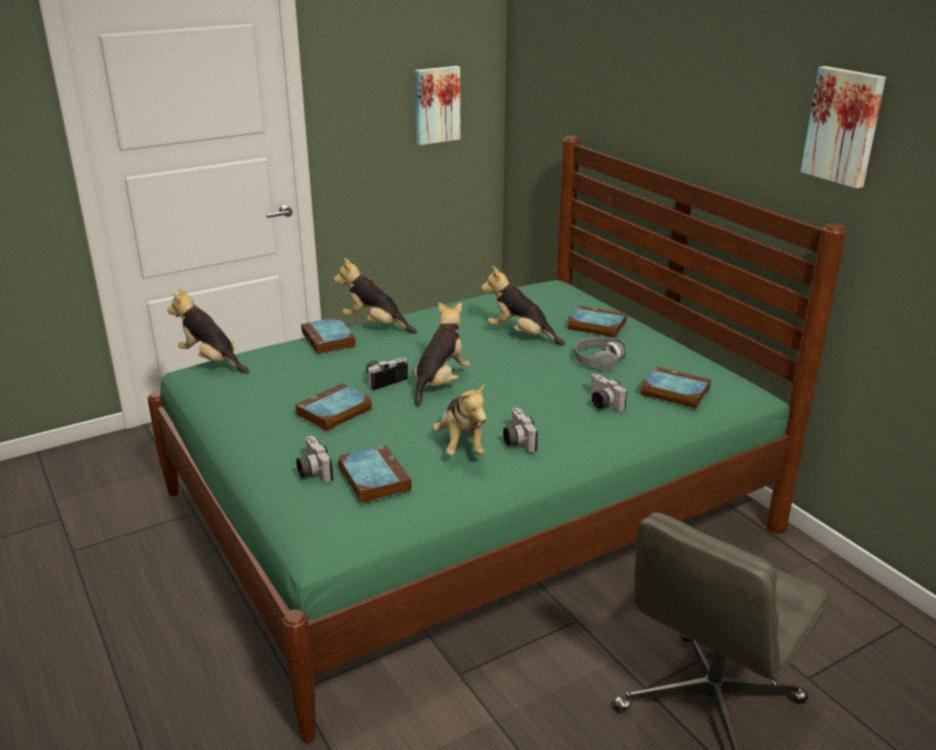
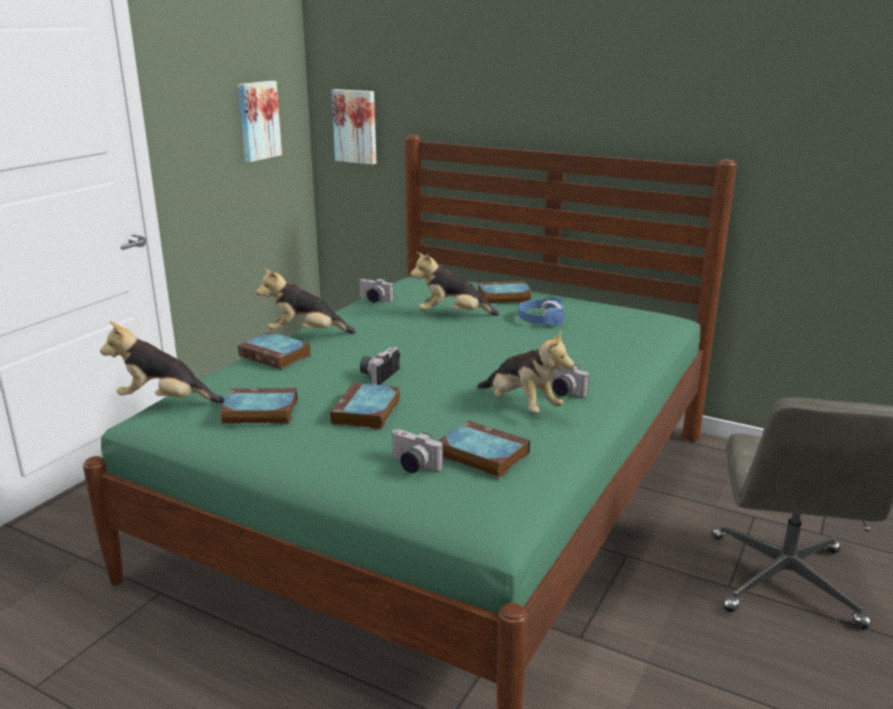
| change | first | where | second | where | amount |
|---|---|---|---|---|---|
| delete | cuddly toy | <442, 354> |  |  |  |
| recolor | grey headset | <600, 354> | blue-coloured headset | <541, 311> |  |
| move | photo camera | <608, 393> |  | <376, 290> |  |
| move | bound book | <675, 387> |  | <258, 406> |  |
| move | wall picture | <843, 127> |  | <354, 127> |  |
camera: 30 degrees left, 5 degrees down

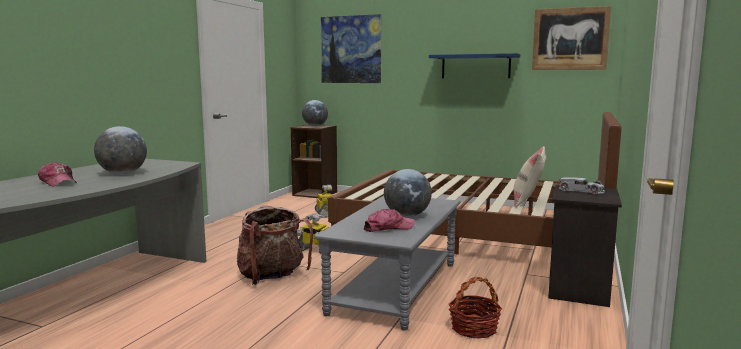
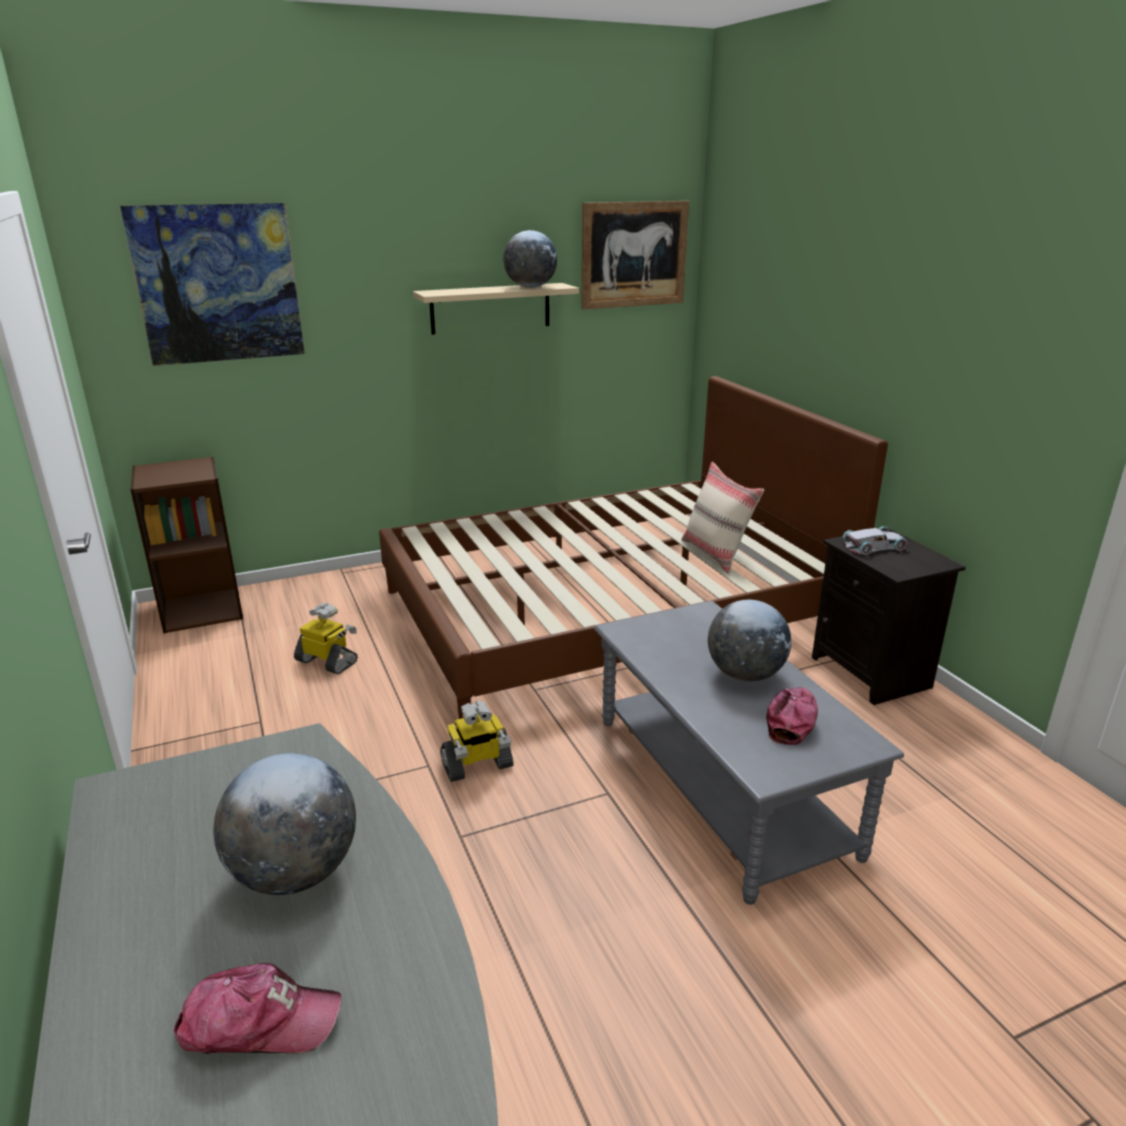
| change | first | where | second | where | amount |
|---|---|---|---|---|---|
| delete | rucksack | <275, 245> |  |  |  |
| move | desk globe | <315, 113> |  | <530, 259> |  |
| recolor | blue-coloured shelf | <474, 65> | sand-coloured shelf | <496, 309> |  |
| delete | basket | <475, 308> |  |  |  |
camera: 45 degrees left, 15 degrees up

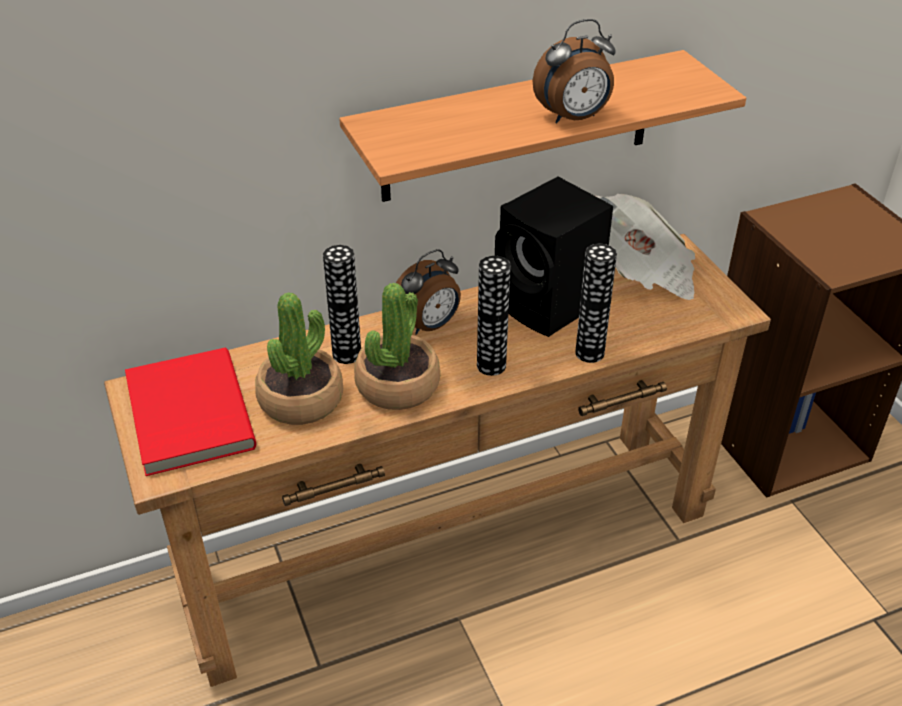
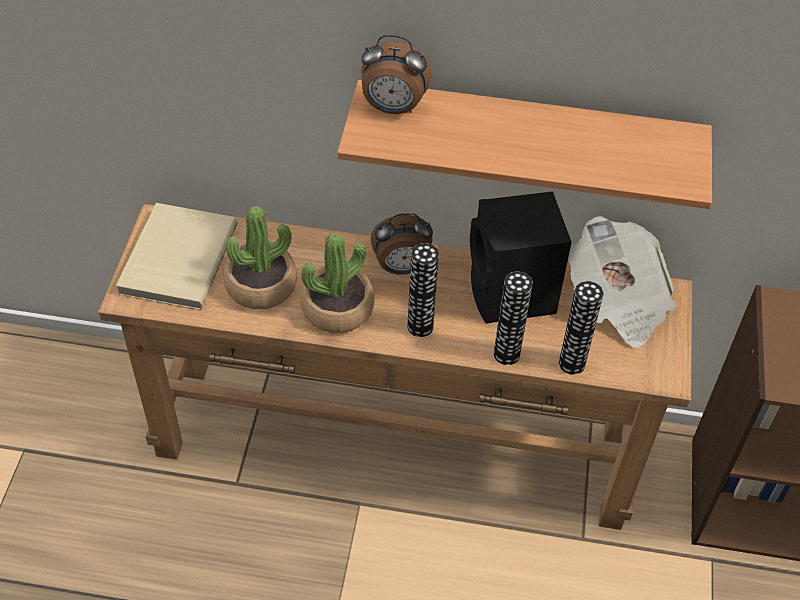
| change | first | where | second | where | amount |
|---|---|---|---|---|---|
| recolor | red-coloured bound book | <190, 412> | sand-coloured bound book | <176, 256> |  |
| move | flower vase | <342, 304> |  | <581, 328> |  |
| move | bedside clock | <574, 71> |  | <396, 74> |  |
camera: 30 degrees right, 10 degrees up

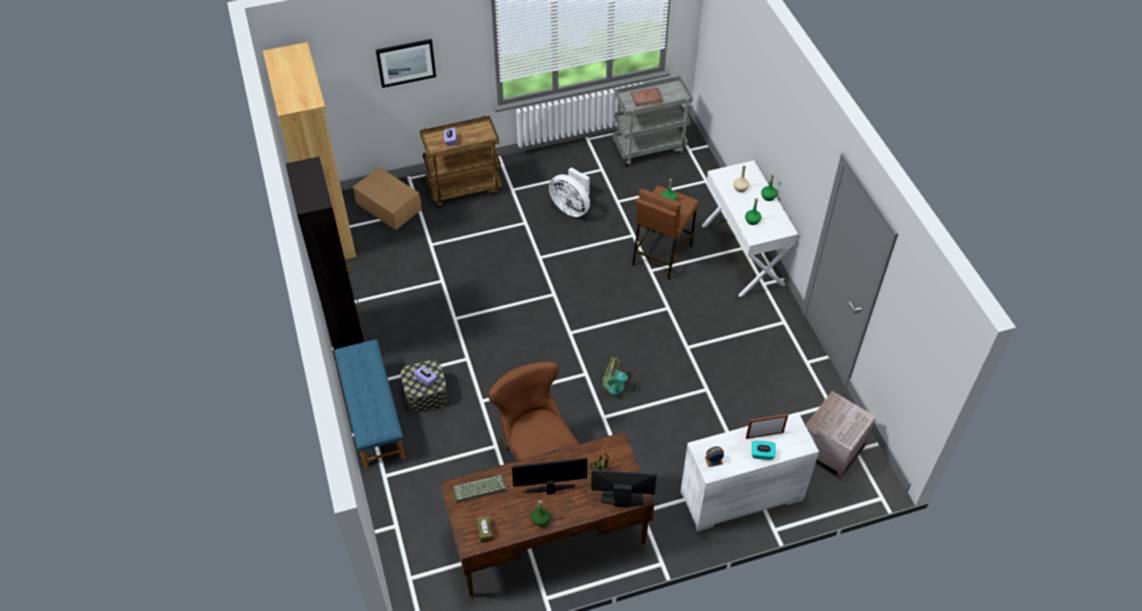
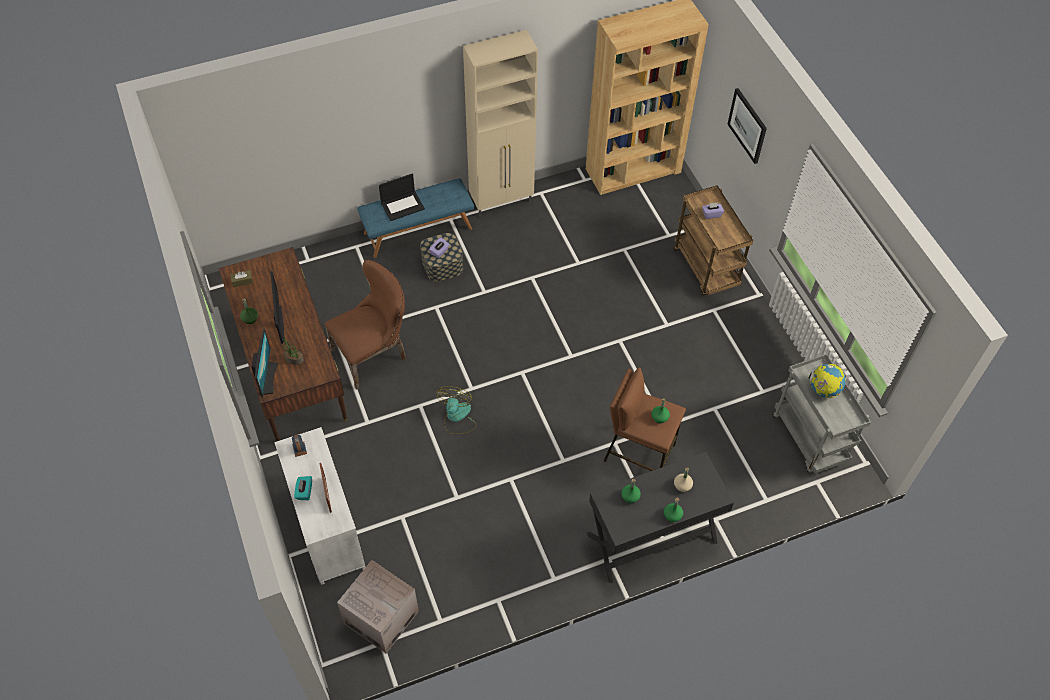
| change | first | where | second | where | amount |
|---|---|---|---|---|---|
| recolor | blackish storage cabinet | <325, 253> | sand-coloured storage cabinet | <500, 123> |  |
| delete | carton | <387, 198> |  |  |  |
| delete | PC keyboard | <479, 489> |  |  |  |
| delete | white-coloured cooling fan | <569, 192> |  |  |  |
| replace | brown-coloured bound book | <647, 97> | desk globe | <827, 381> |  |
| recolor | white-coloured desk | <750, 228> | blackish desk | <660, 517> |  |
| insert |  |  | portable computer | <402, 197> |  |
camera: 85 degrees right, 5 degrees up

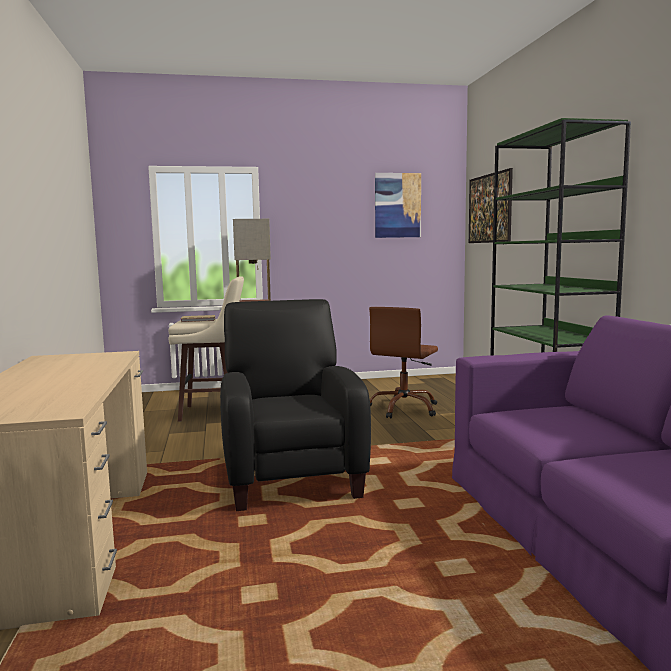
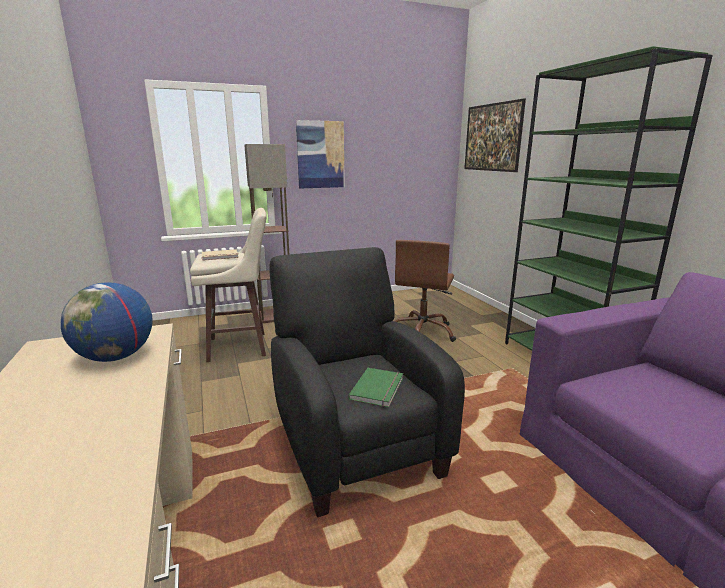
| change | first | where | second | where | amount |
|---|---|---|---|---|---|
| move | wall picture | <398, 205> |  | <320, 154> |  |
| insert |  |  | desk globe | <107, 322> |  |
| insert |  |  | green-coloured bound book | <375, 387> |  |
camera: 10 degrees left, 10 degrees up

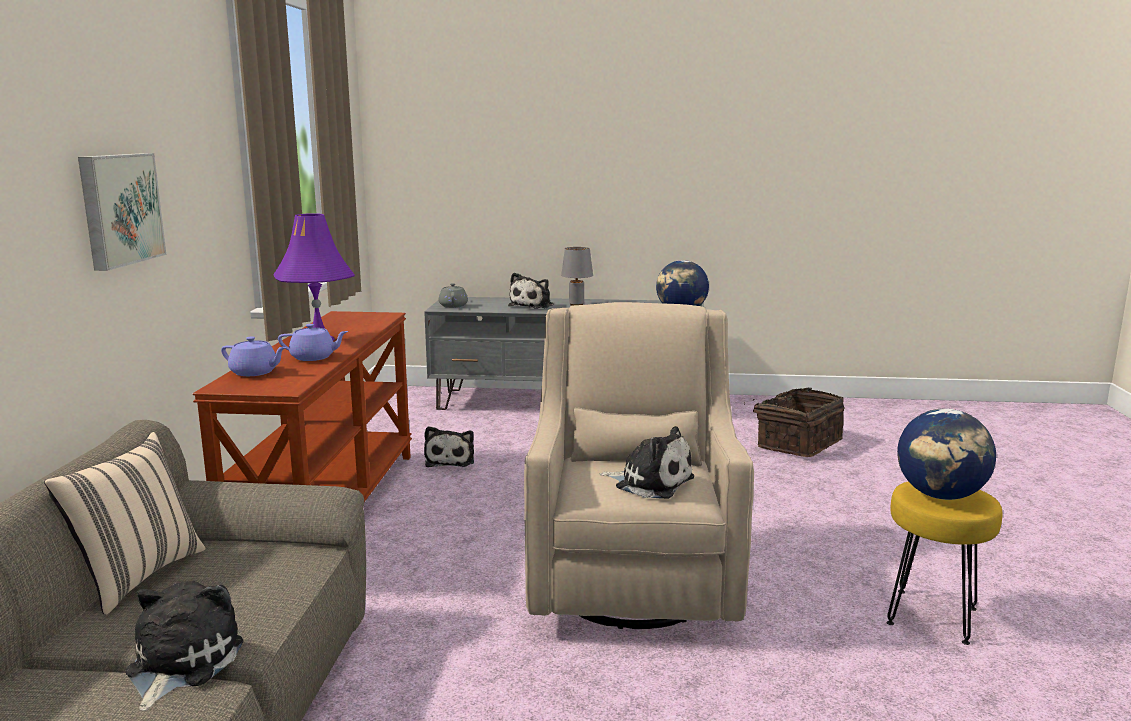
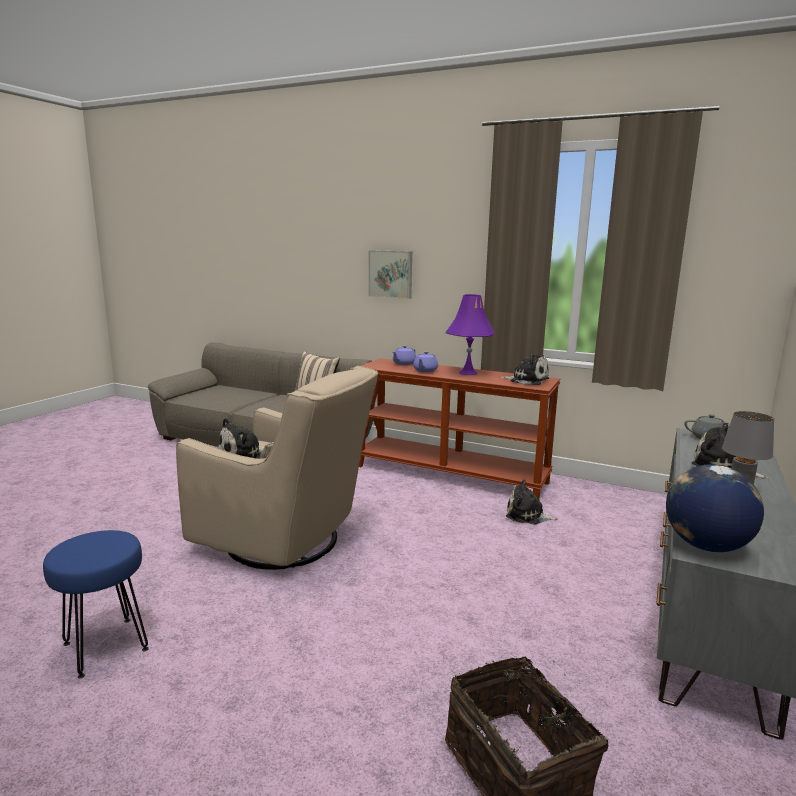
| change | first | where | second | where | amount |
|---|---|---|---|---|---|
| move | cuddly toy | <184, 646> |  | <524, 369> |  |
| recolor | yellowish stool | <944, 563> | blue-coloured stool | <96, 604> |  |
| delete | desk globe | <946, 454> |  |  |  |
camera: 110 degrees right, 0 degrees up

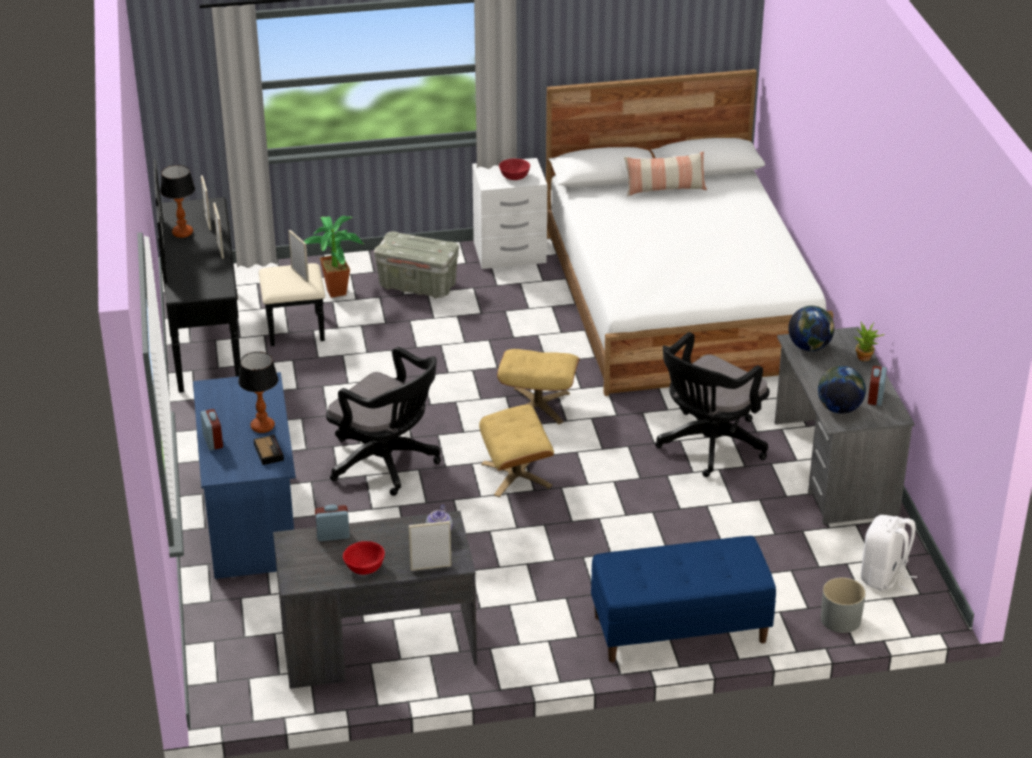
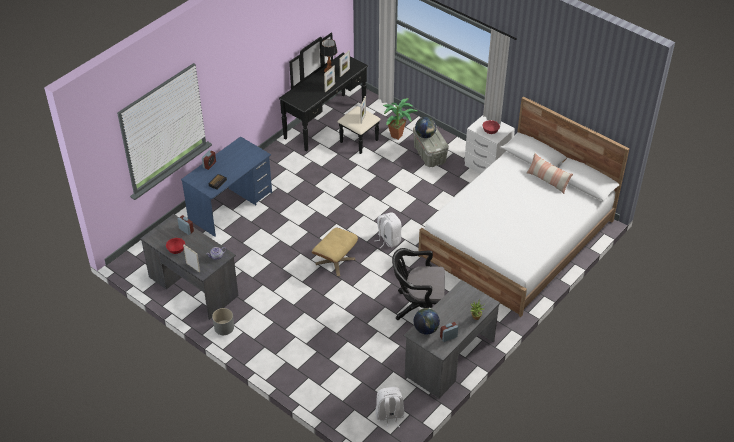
| change | first | where | second | where | amount |
|---|---|---|---|---|---|
| delete | table lamp | <258, 392> |  |  |  |
| delete | blackish computer chair | <383, 421> |  |  |  |
| replace | sand-coloured footrest | <538, 386> | white-coloured rucksack | <388, 230> |  |
| delete | blue-coloured indoor bench | <683, 599> |  |  |  |
| move | desk globe | <811, 328> |  | <425, 127> |  |
| move | grey planter | <843, 605> |  | <223, 321> |  |
camera: 50 degrees right, 10 degrees up

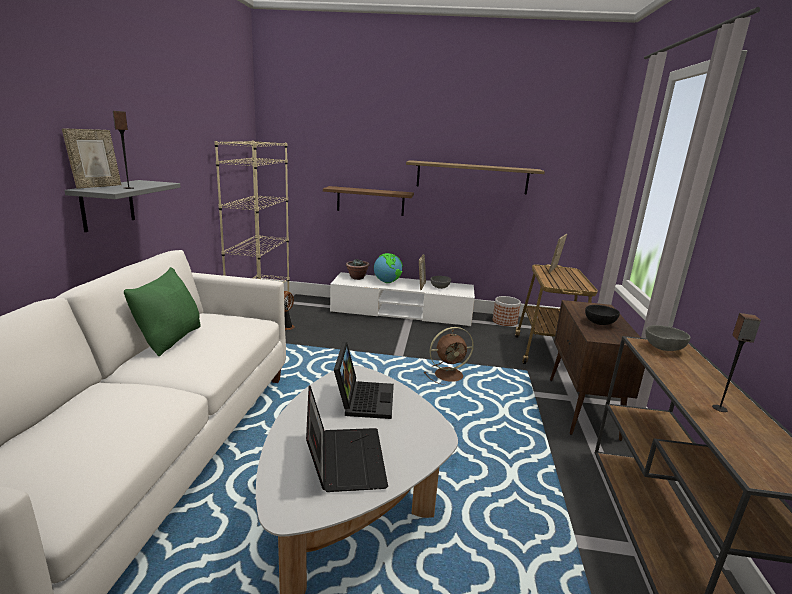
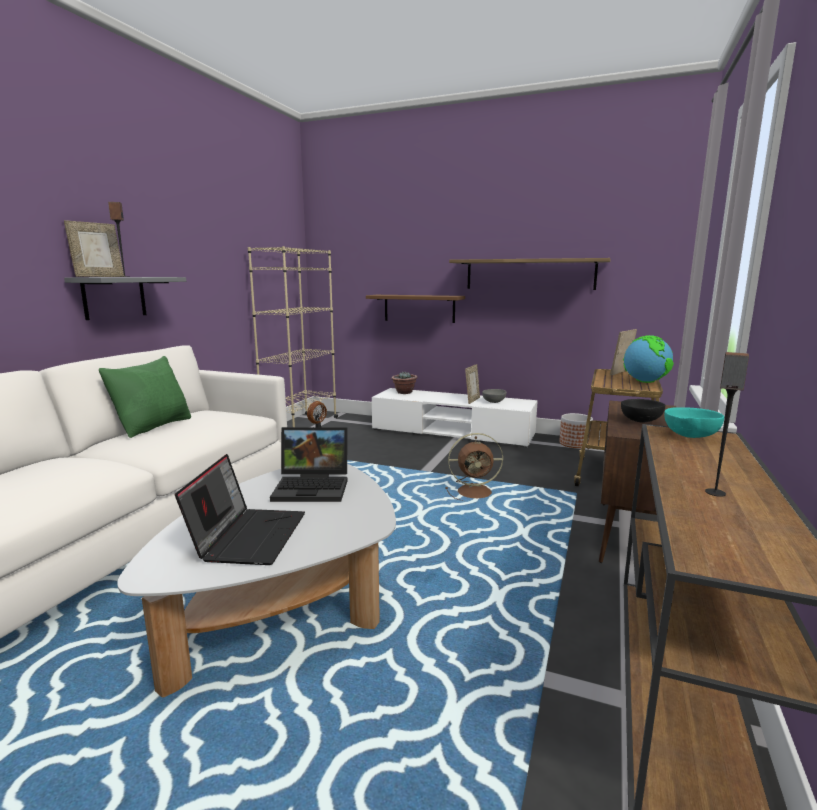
| change | first | where | second | where | amount |
|---|---|---|---|---|---|
| rotate | portable computer | <364, 380> |  | <308, 464> | 75 degrees clockwise |
| move | desk globe | <388, 268> |  | <648, 359> |  |
| recolor | grey deep dish | <668, 338> | turquoise-coloured deep dish | <694, 422> |  |
camera: 15 degrees right, 5 degrees down

